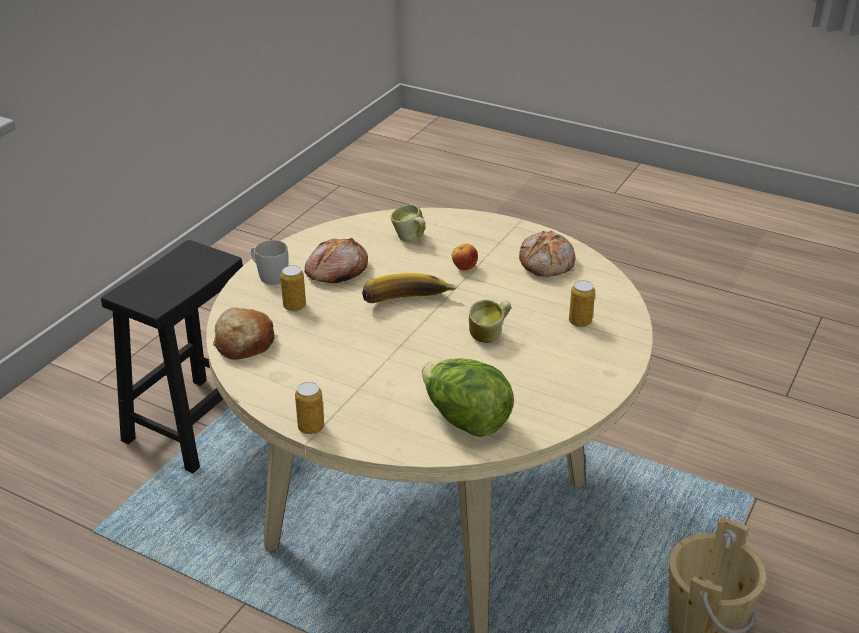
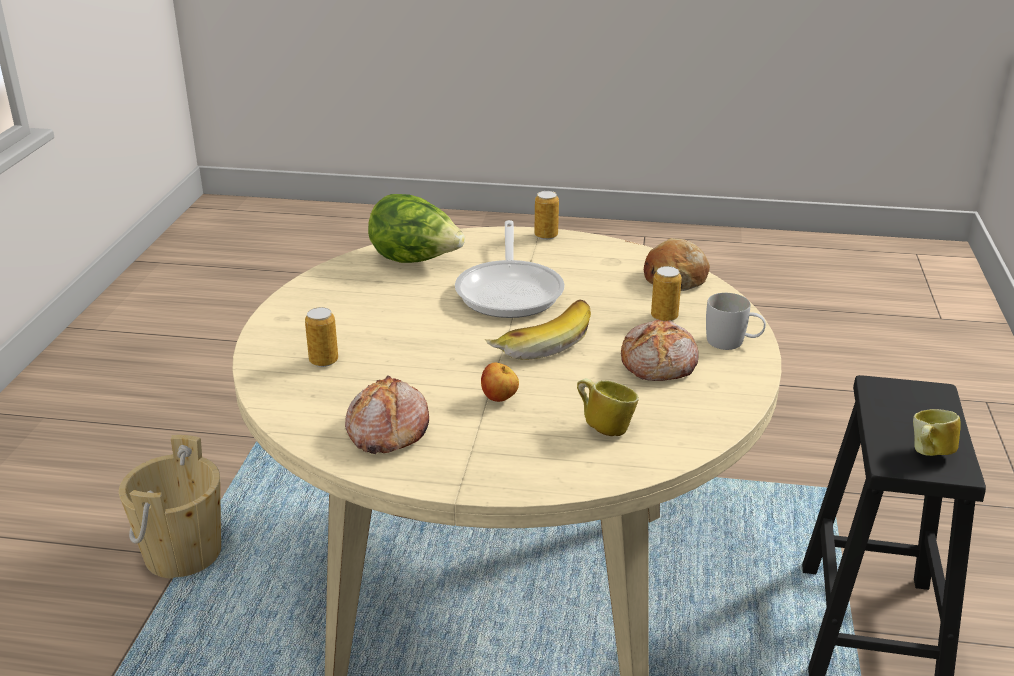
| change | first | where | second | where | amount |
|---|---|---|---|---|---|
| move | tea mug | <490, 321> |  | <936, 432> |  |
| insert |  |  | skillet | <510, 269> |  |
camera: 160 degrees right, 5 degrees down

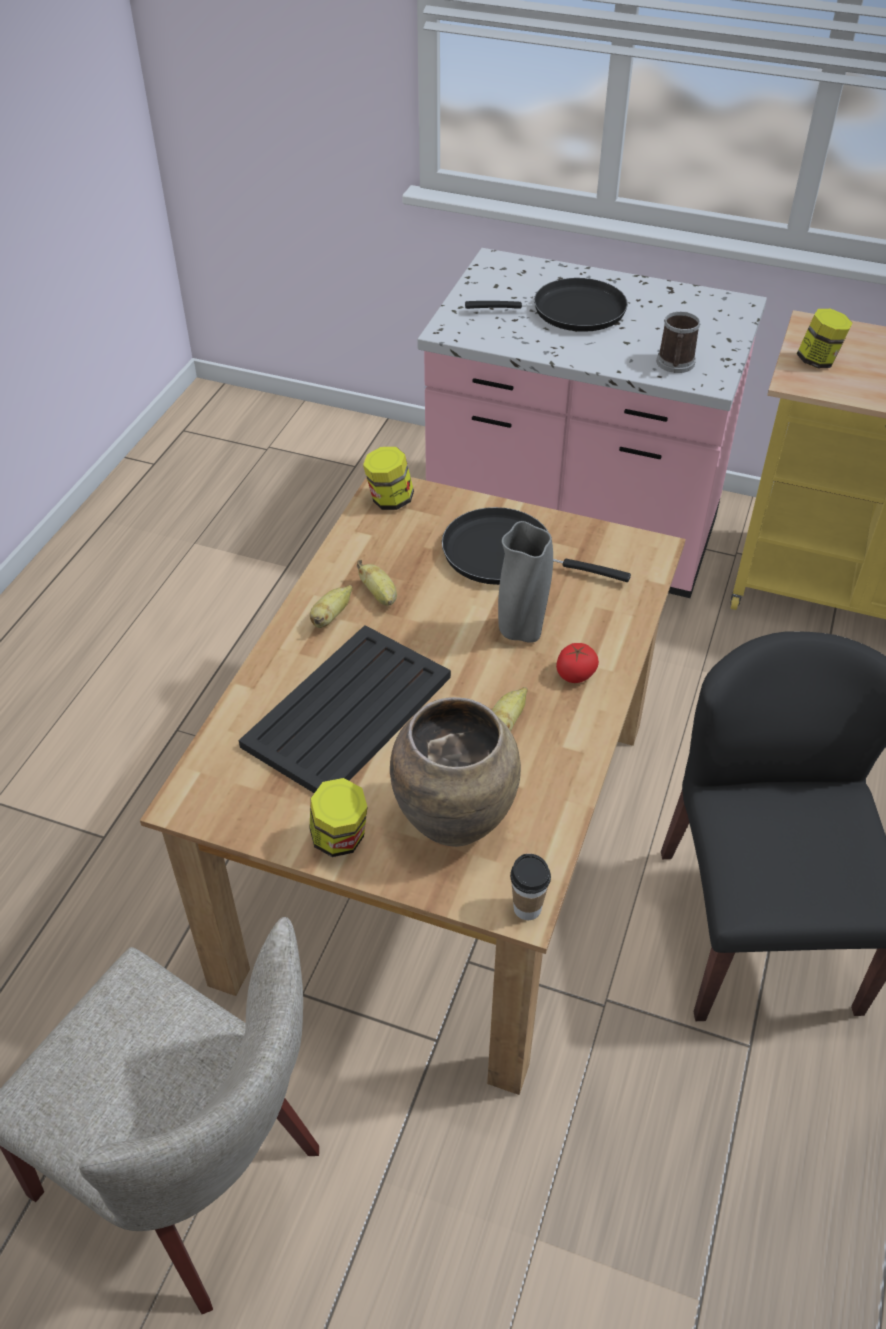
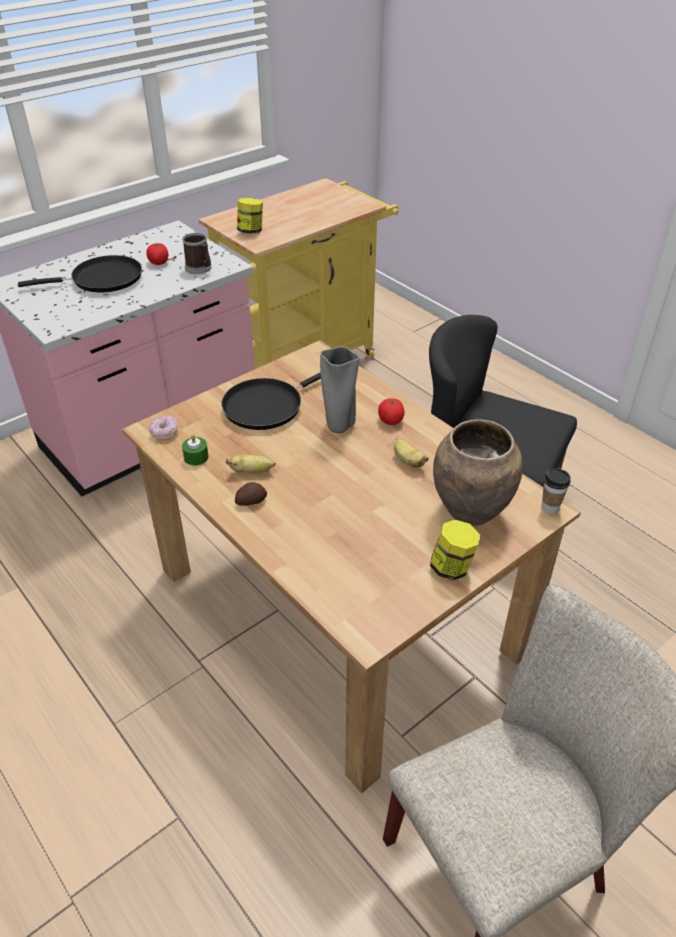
| change | first | where | second | where | amount |
|---|---|---|---|---|---|
| delete | blackish carrying tray | <345, 709> |  |  |  |
| replace | banana fruit | <331, 606> | potato | <251, 494> |  |
| replace | jar | <388, 478> | doughnut | <163, 428> |  |
| rotate | blackish skillet | <546, 305> |  | <80, 273> | 45 degrees clockwise |
| insert |  |  | whole tomato | <157, 254> |  |
| insert |  |  | green-coloured wax candle | <195, 450> |  |
camera: 60 degrees left, 5 degrees down

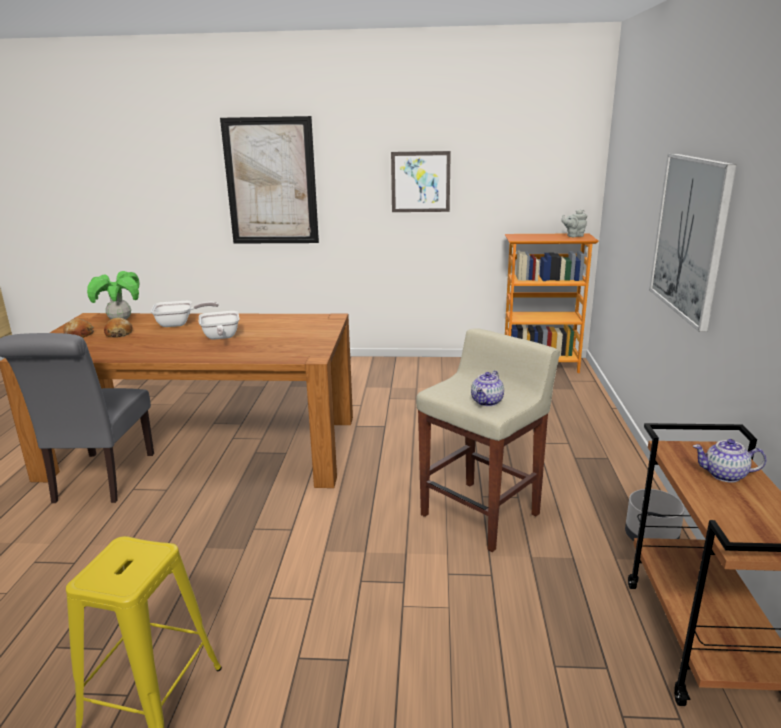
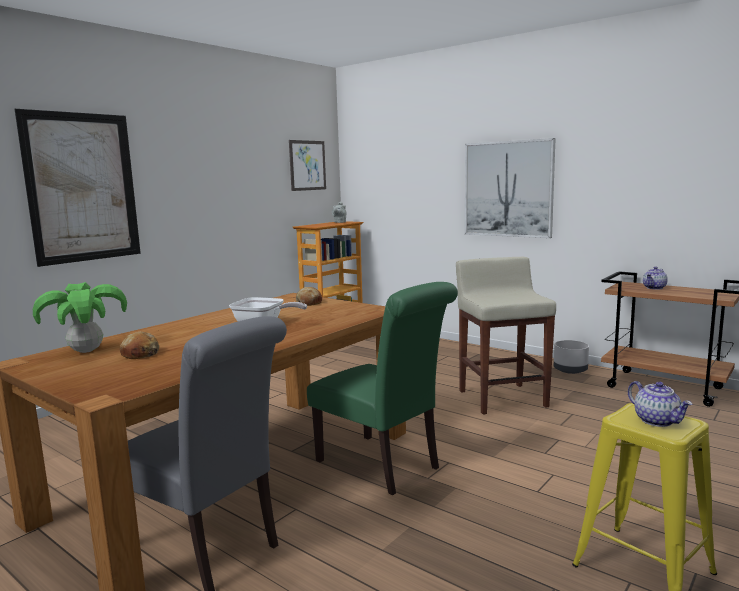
| change | first | where | second | where | amount |
|---|---|---|---|---|---|
| move | bakery bread | <78, 328> |  | <309, 296> |  |
| delete | skillet | <185, 314> |  |  |  |
| move | wall picture | <421, 181> |  | <307, 165> |  |
| move | tea pot | <487, 388> |  | <660, 404> |  |
| insert |  |  | green-coloured chair | <382, 389> |  |
camera: 55 degrees left, 10 degrees down

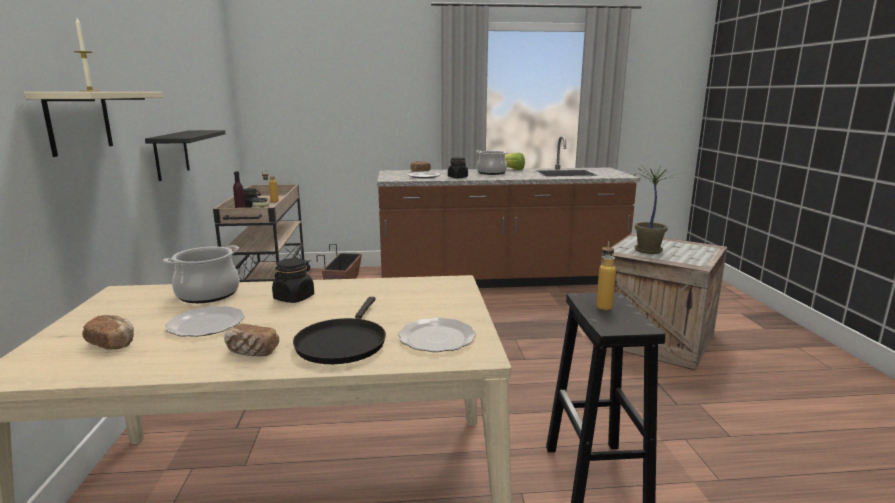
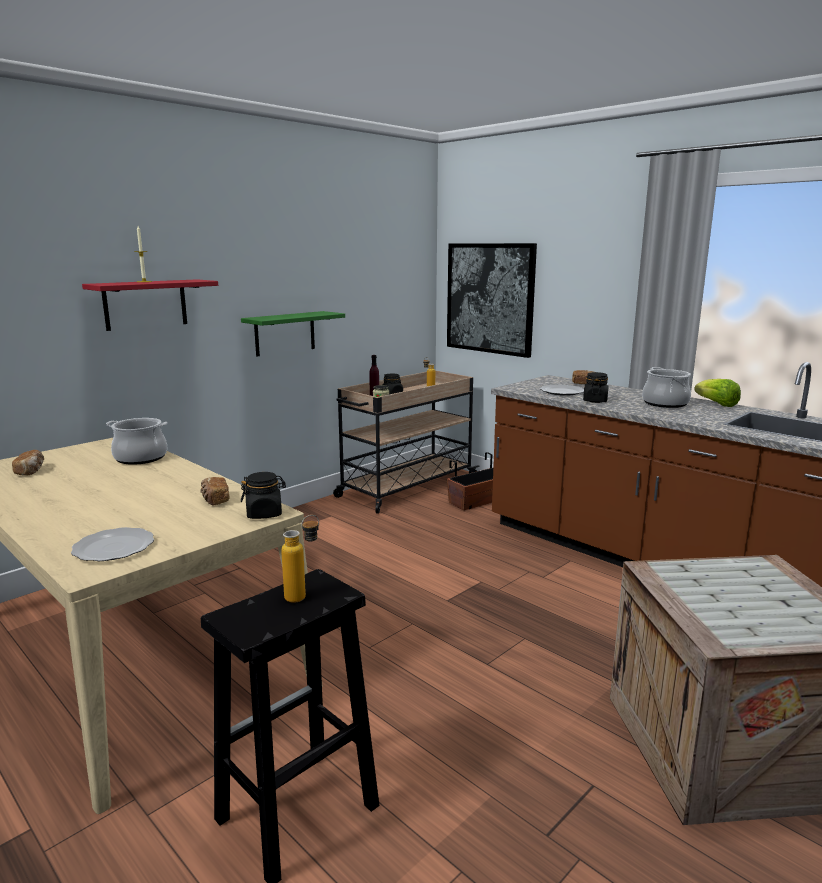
| change | first | where | second | where | amount |
|---|---|---|---|---|---|
| recolor | sand-coloured shelf | <93, 124> | red-coloured shelf | <150, 305> |  |
| recolor | blackish shelf | <185, 155> | green-coloured shelf | <293, 333> |  |
| delete | dinner plate | <205, 321> |  |  |  |
| move | bakery bread | <251, 340> |  | <215, 491> |  |
| move | blackish jar | <293, 280> |  | <263, 495> |  |
| delete | blackish skillet | <339, 330> |  |  |  |
| delete | houseplant | <658, 209> |  |  |  |
| insert |  |  | wall picture | <492, 300> |  |
camera: 50 degrees right, 0 degrees up

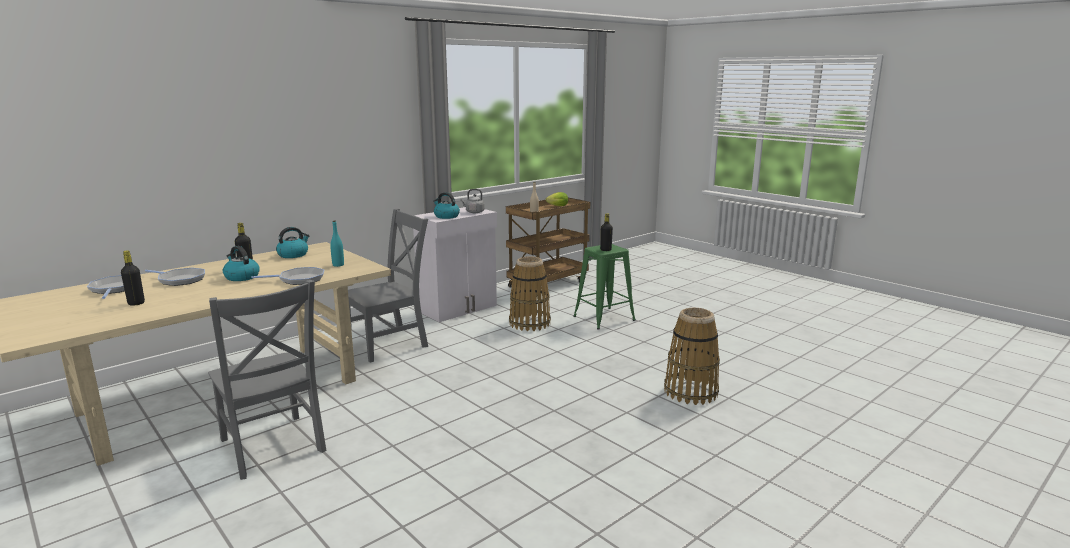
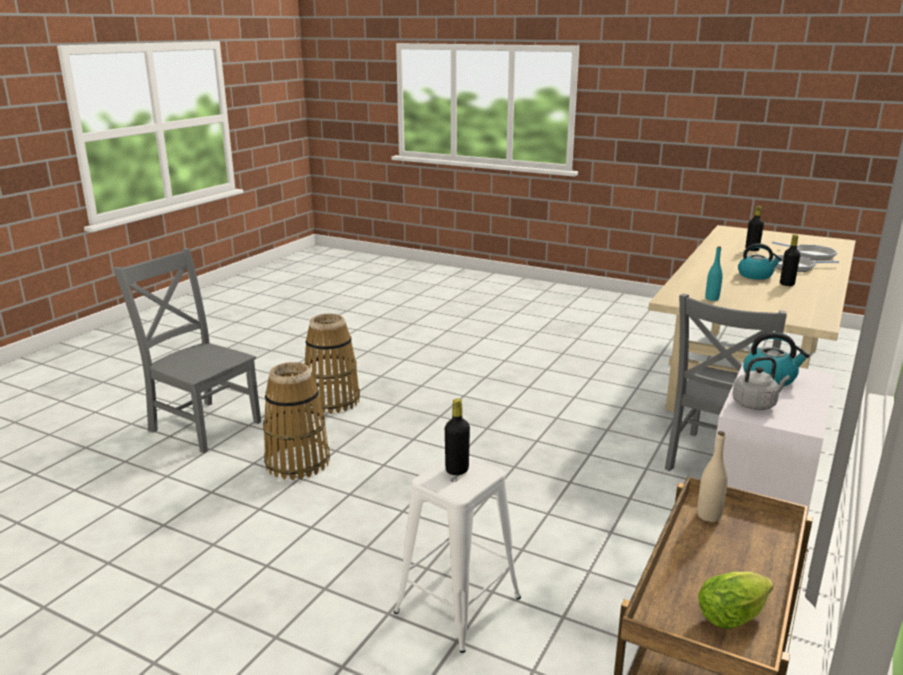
| change | first | where | second | where | amount |
|---|---|---|---|---|---|
| move | grey chair | <267, 380> |  | <187, 350> |  |
| delete | skillet | <288, 276> |  |  |  |
| delete | kettle | <293, 242> |  |  |  |
| move | basket | <530, 293> |  | <332, 364> |  |
| recolor | green-coloured stool | <604, 286> | white-coloured stool | <457, 555> |  |
camera: 160 degrees right, 5 degrees up

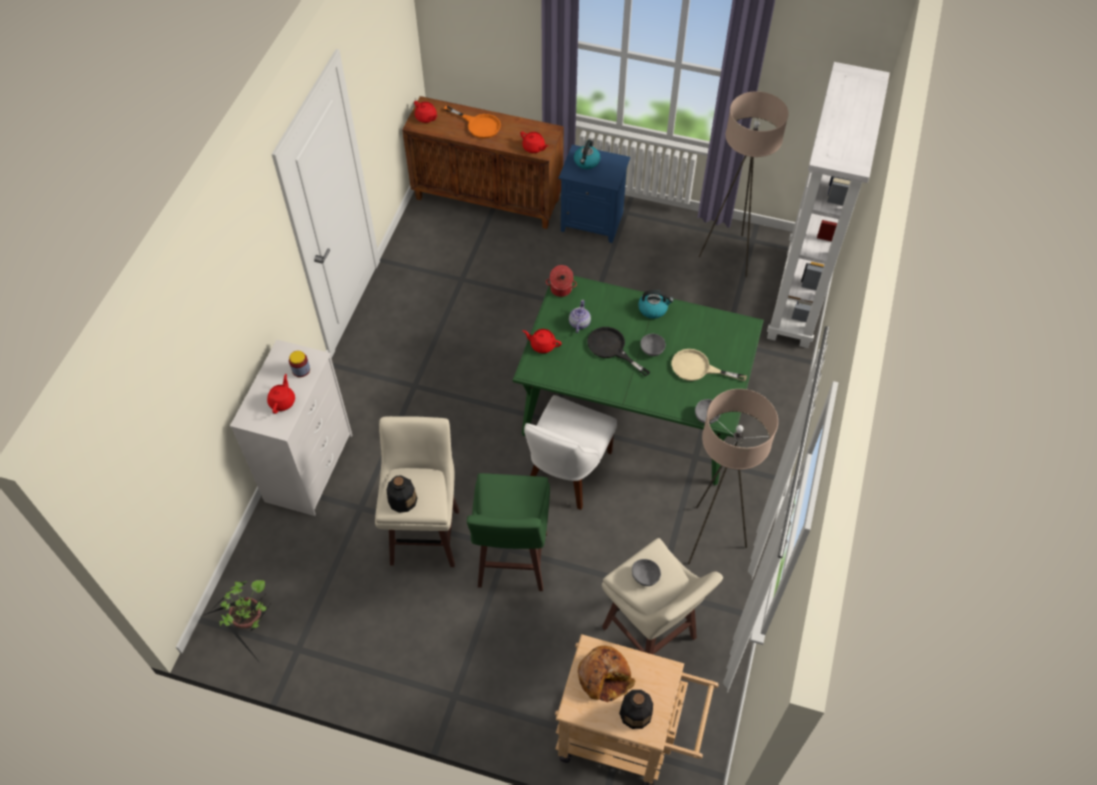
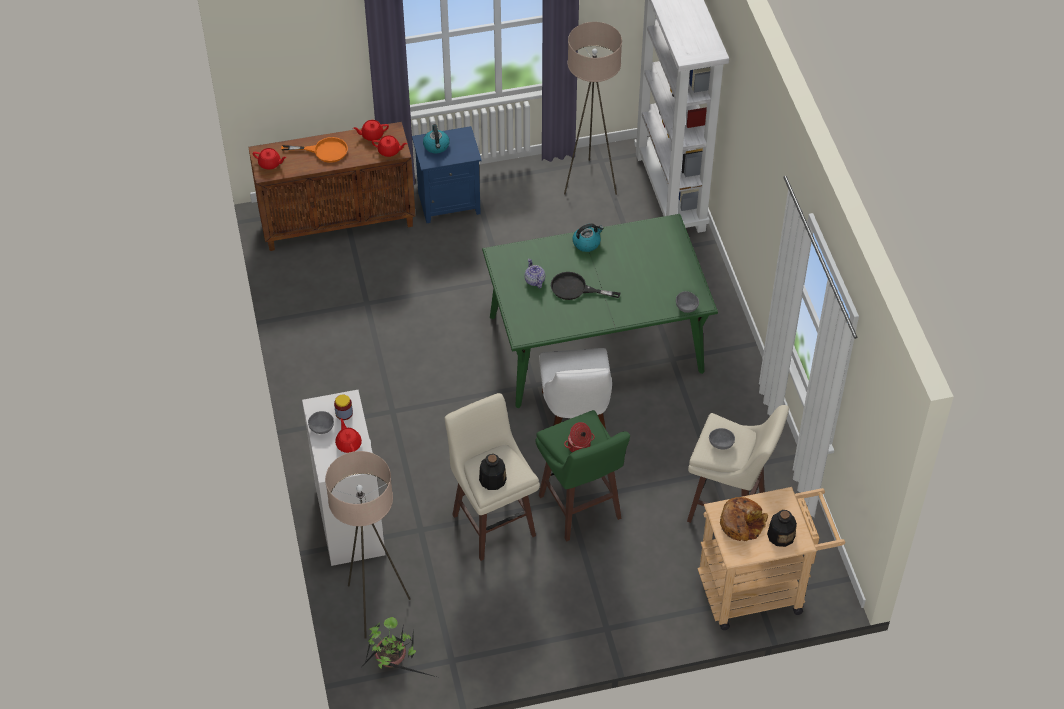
| change | first | where | second | where | amount |
|---|---|---|---|---|---|
| move | red-coloured tea pot | <542, 341> |  | <371, 130> |  |
| move | saucepot | <561, 281> |  | <579, 437> |  |
| move | grey deep dish | <653, 345> |  | <321, 422> |  |
| delete | sand-coloured skillet | <709, 365> |  |  |  |
| move | sand-coloured floor lamp | <733, 476> |  | <368, 545> |  |
camera: 30 degrees left, 5 degrees down

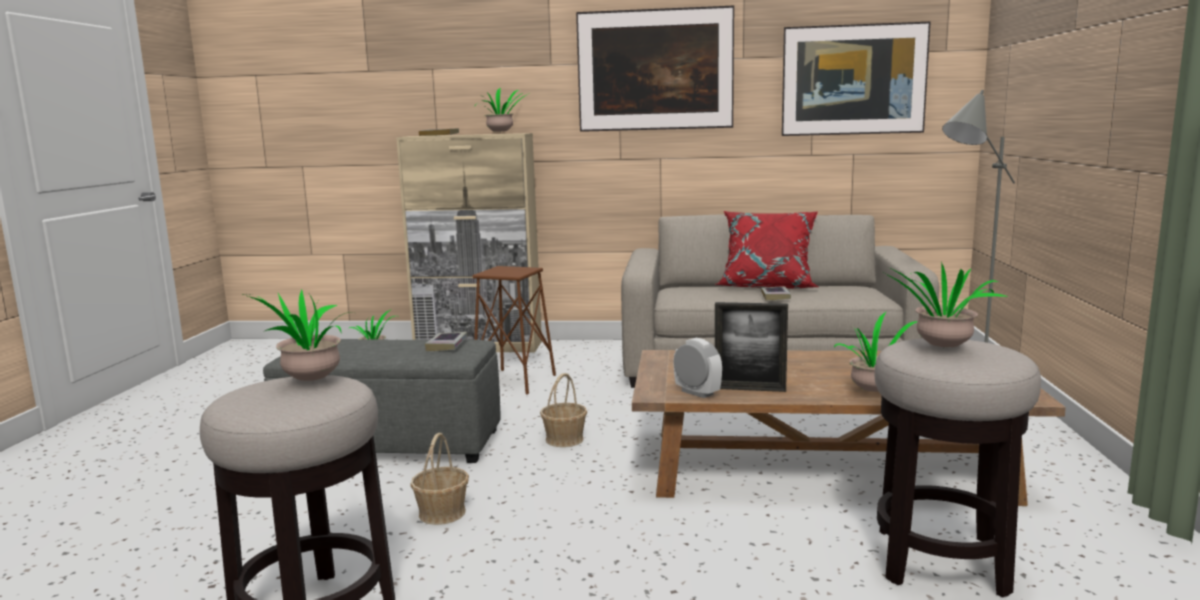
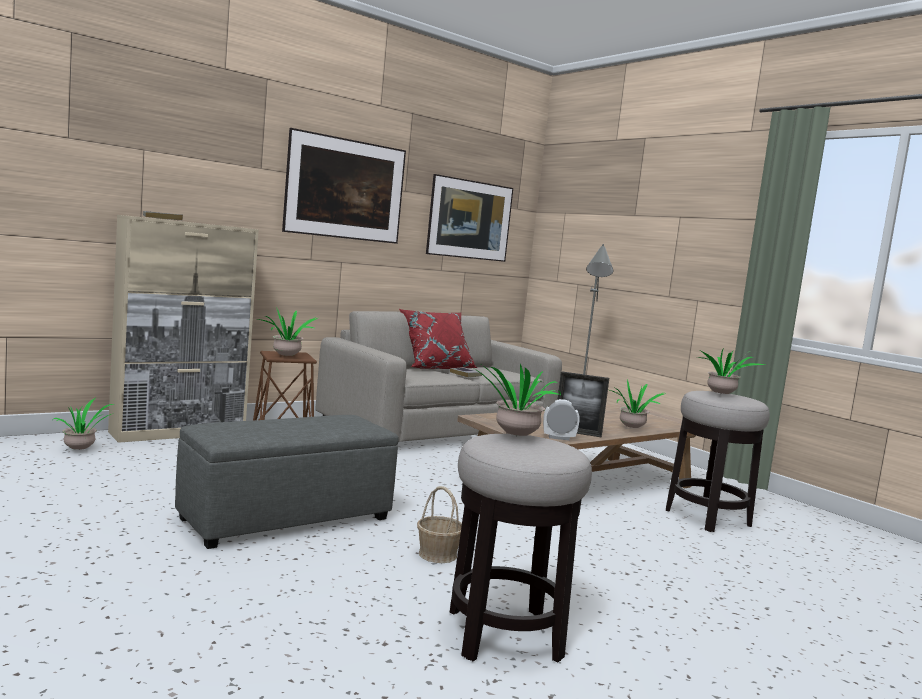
| change | first | where | second | where | amount |
|---|---|---|---|---|---|
| delete | bound book | <446, 341> |  |  |  |
| move | houseplant | <500, 110> |  | <288, 331> |  |
| delete | basket | <563, 410> |  |  |  |
| rotate | picture frame | <751, 347> |  | <583, 404> | 45 degrees clockwise |
camera: 45 degrees left, 5 degrees down

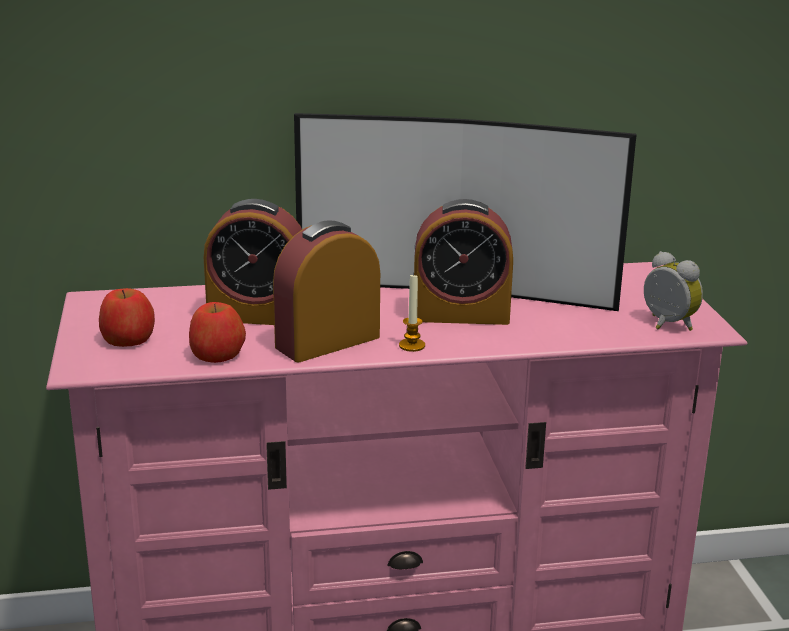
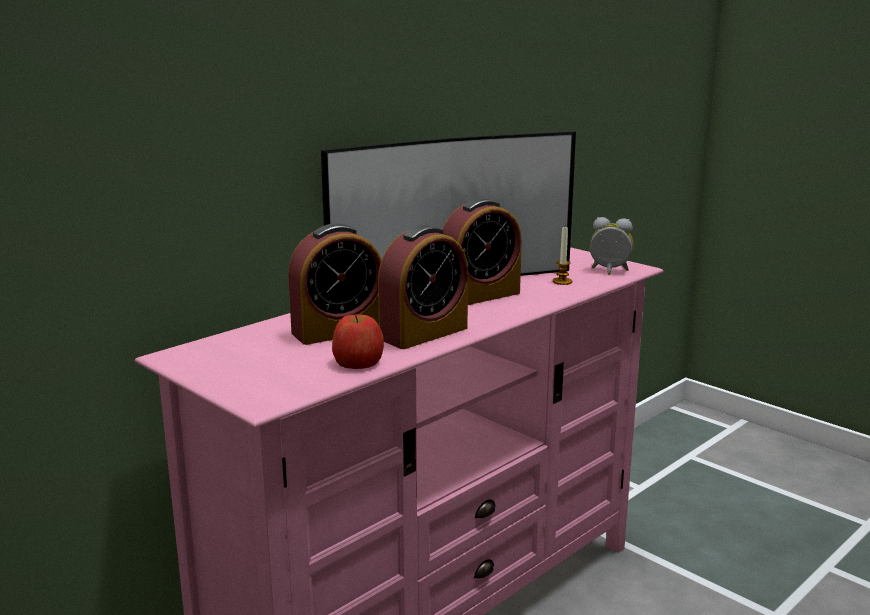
| change | first | where | second | where | amount |
|---|---|---|---|---|---|
| delete | apple | <127, 317> |  |  |  |
| rotate | bedside clock | <326, 291> |  | <423, 287> | 150 degrees counterclockwise |
| move | wax candle | <412, 313> |  | <562, 256> |  |
camera: 35 degrees left, 5 degrees down

